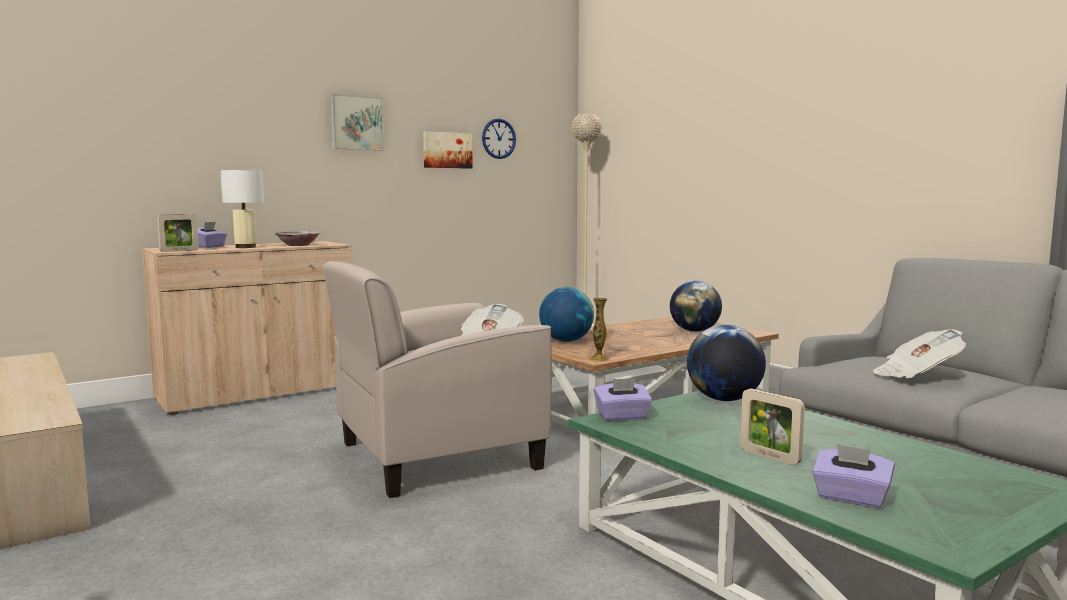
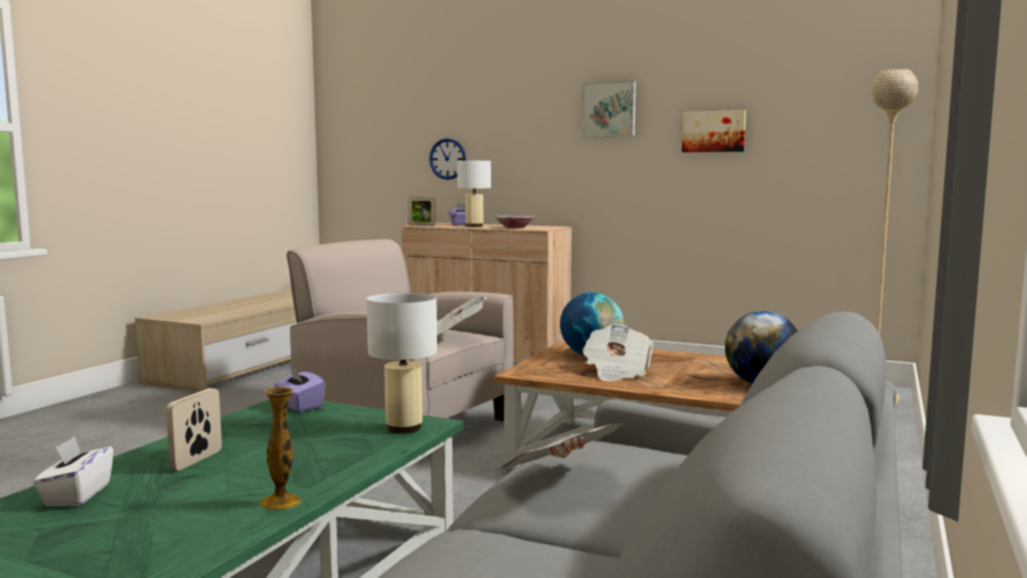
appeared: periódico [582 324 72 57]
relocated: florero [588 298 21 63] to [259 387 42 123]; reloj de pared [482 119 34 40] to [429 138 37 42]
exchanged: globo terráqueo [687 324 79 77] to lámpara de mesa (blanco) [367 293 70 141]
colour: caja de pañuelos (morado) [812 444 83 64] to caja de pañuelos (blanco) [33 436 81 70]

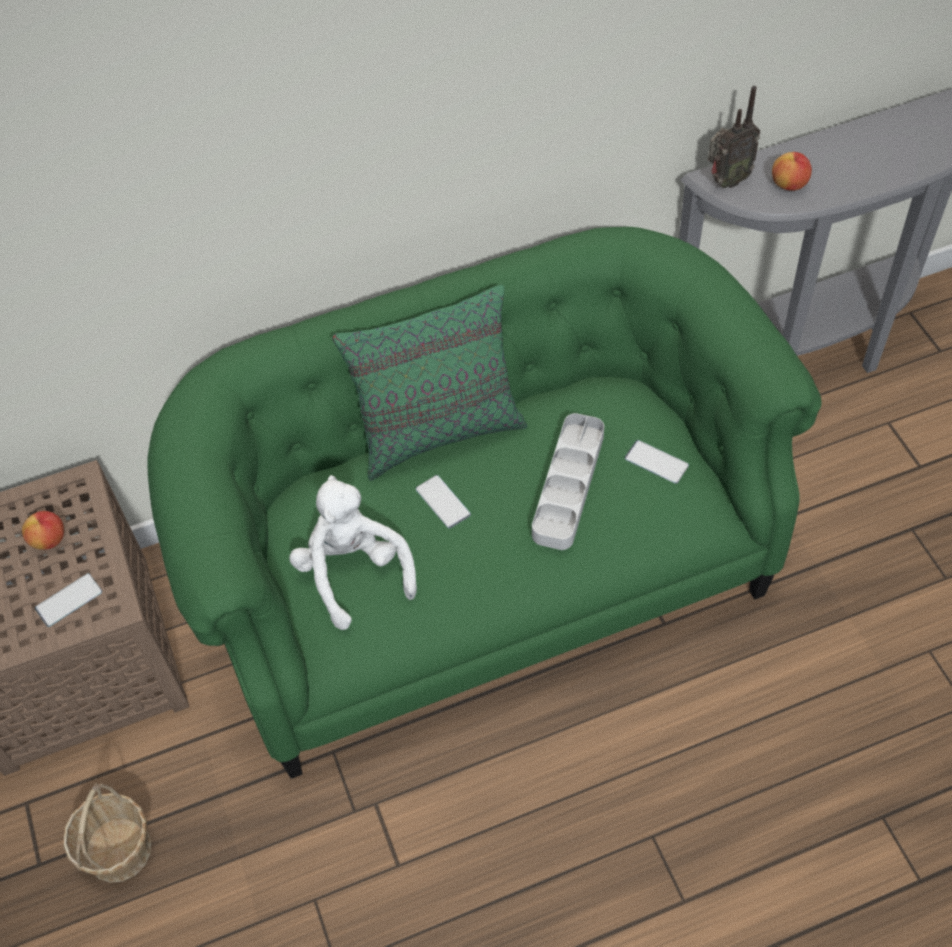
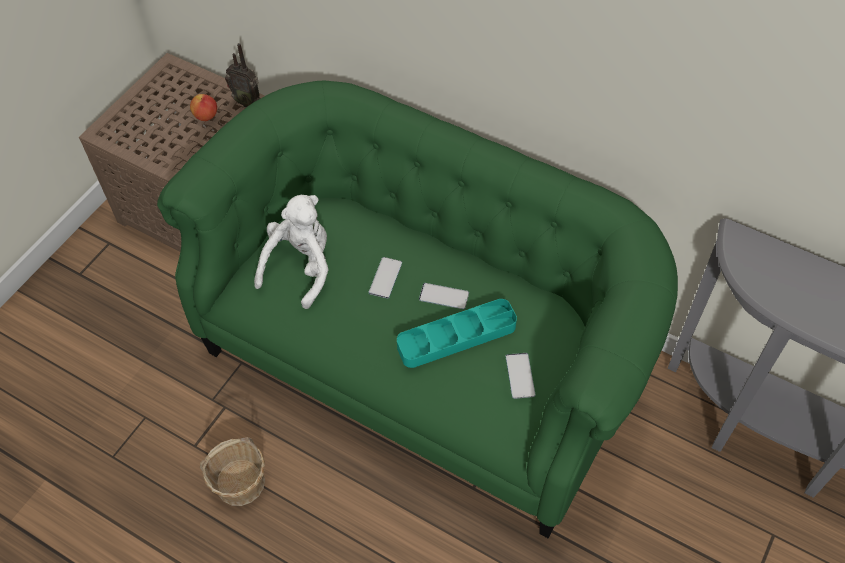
missing: cojín (verde) [332 285 195 196]; manzana [772 152 40 39]
relocated: cesta [63 783 88 100] to [200 437 65 69]; radio [708 86 52 102] to [225 43 36 64]; móvil [35 573 67 54] to [419 283 50 26]
colour: bandeja (gris) [532 413 72 137] to bandeja (turquesa) [397 299 120 69]

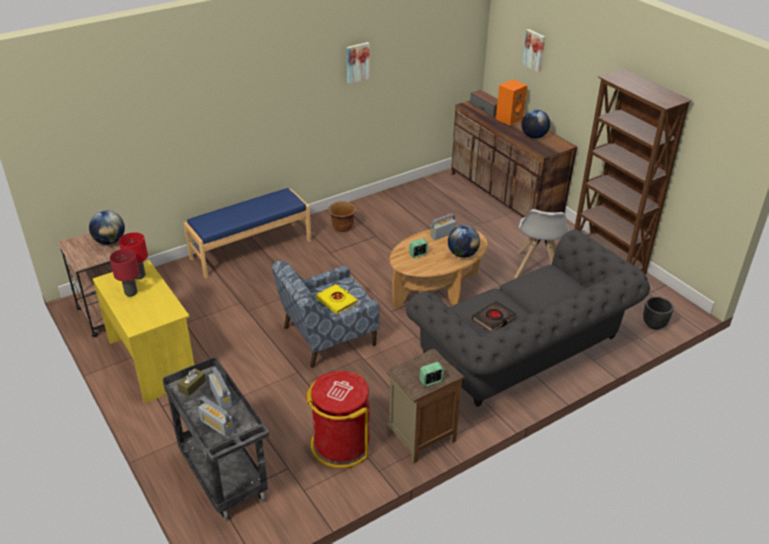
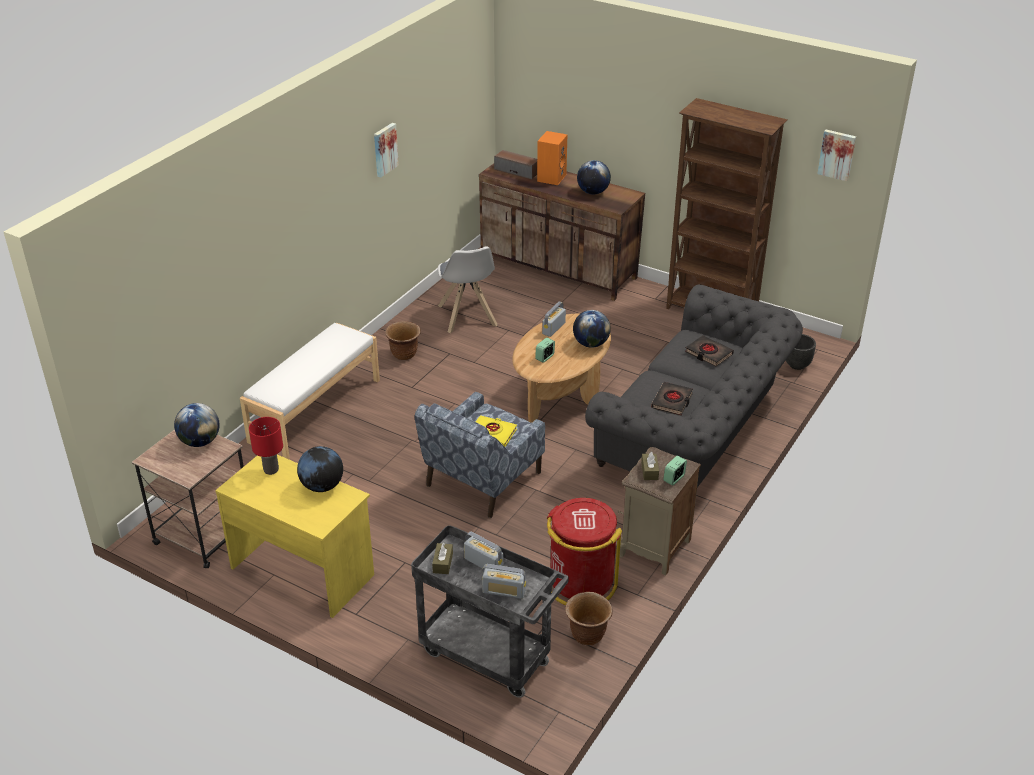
missing: lámpara de mesa (rojo) [110 249 30 48]
appeared: globo terráqueo [297 446 46 46]; maceta (marrón) [565 592 48 53]; caja de pañuelos (marrón) [641 452 18 28]; libro (negro) [685 335 49 32]
relocated: silla [515 209 54 69] to [438 246 60 87]; cuadro [522 29 23 43] to [817 130 39 51]
colour: banco (azul) [184 188 127 91] to banco (blanco) [240 323 140 136]

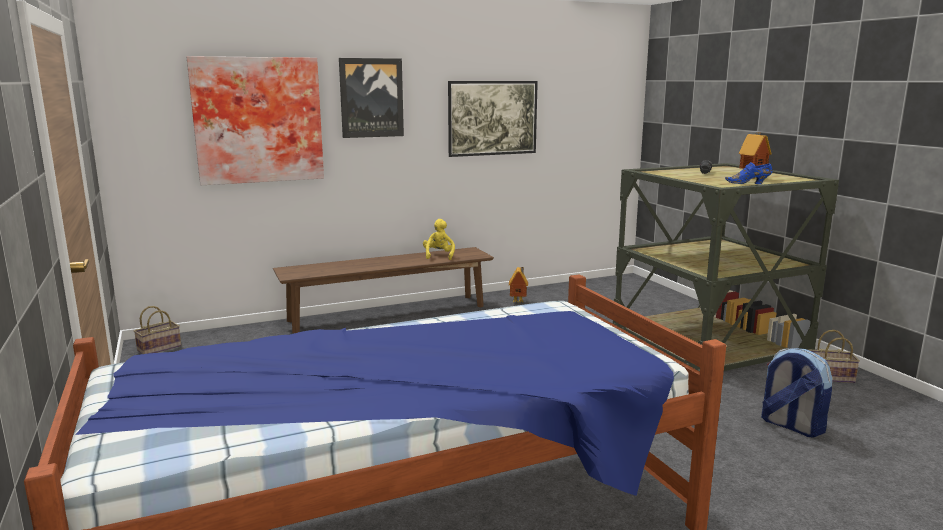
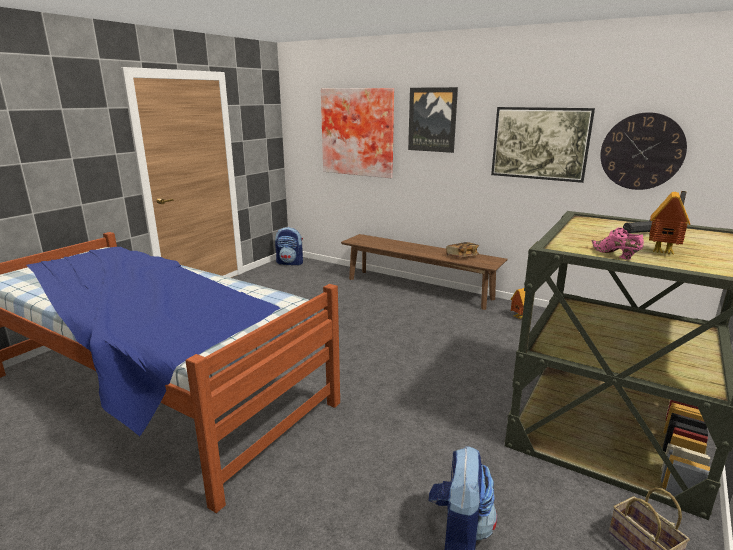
appeared: reloj de pared [600 112 87 78]
exchanged: cesta [134 306 47 48] to mochila [275 227 28 38]; peluche (amarillo) [423 219 32 41] to libro [446 242 33 15]
colour: zapato (azul) [725 162 47 22] to zapato (rosa) [591 227 53 33]

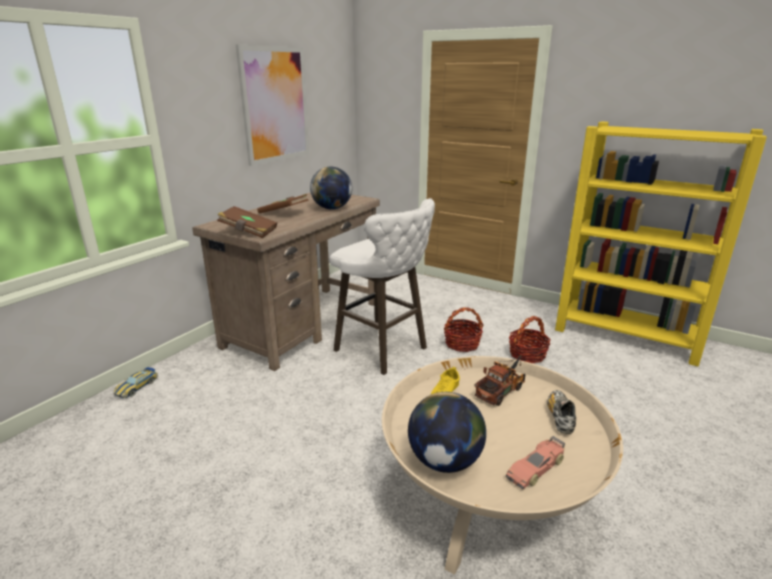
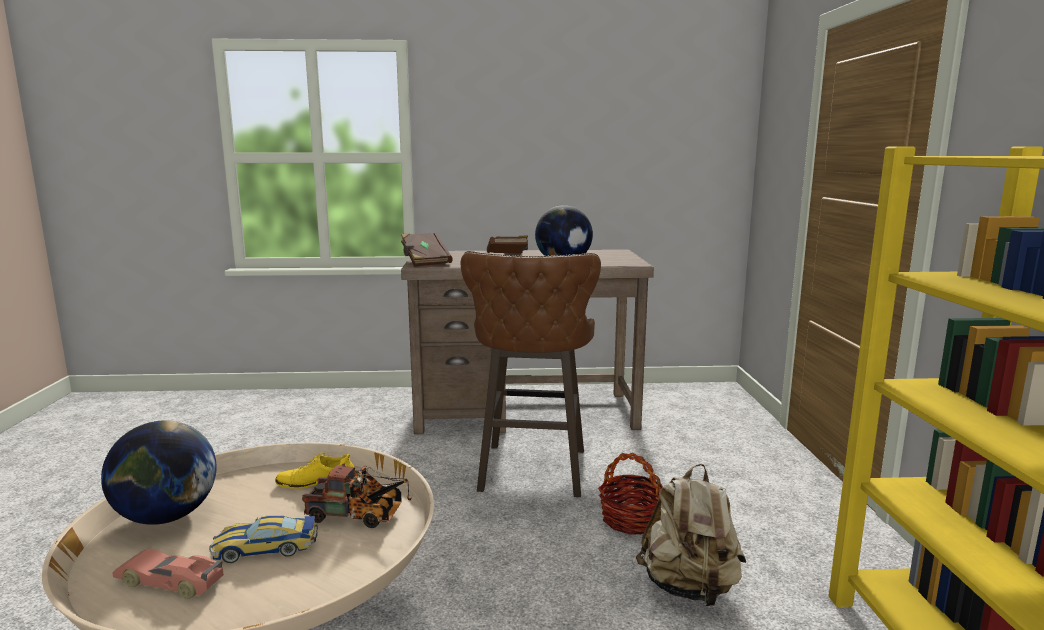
missing: cuadro [236 44 73 122]; zapato [547 390 29 44]
relocated: coche de juguete [113 367 45 31] to [209 515 109 48]
exchanged: cesta [509 316 42 47] to mochila (beis) [636 464 110 142]
colour: taburete (blanco) [329 198 106 177] to taburete (marrón) [460 251 141 246]

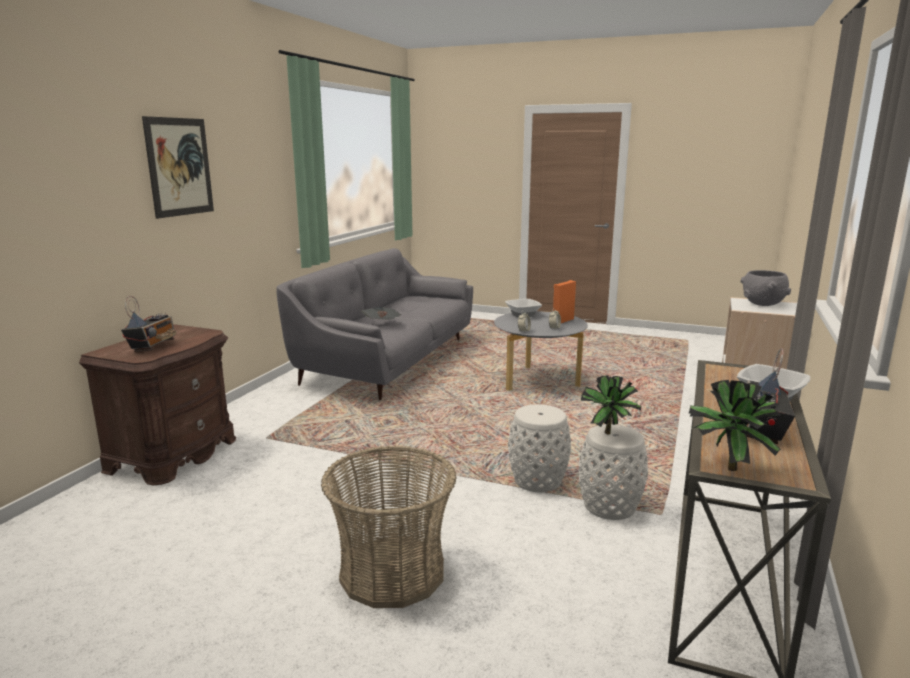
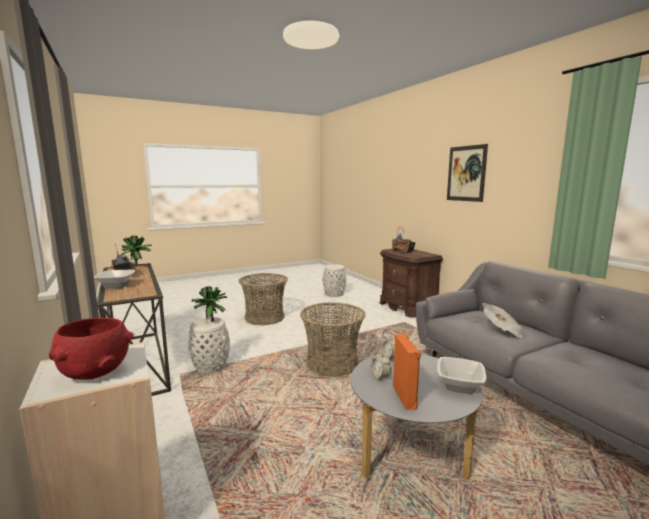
appeared: cesta [300 302 65 75]
relocated: taburete (blanco) [508 404 63 88] to [322 264 25 33]
colour: cuenco (gris) [740 270 51 36] to cuenco (rojo) [49 318 84 62]

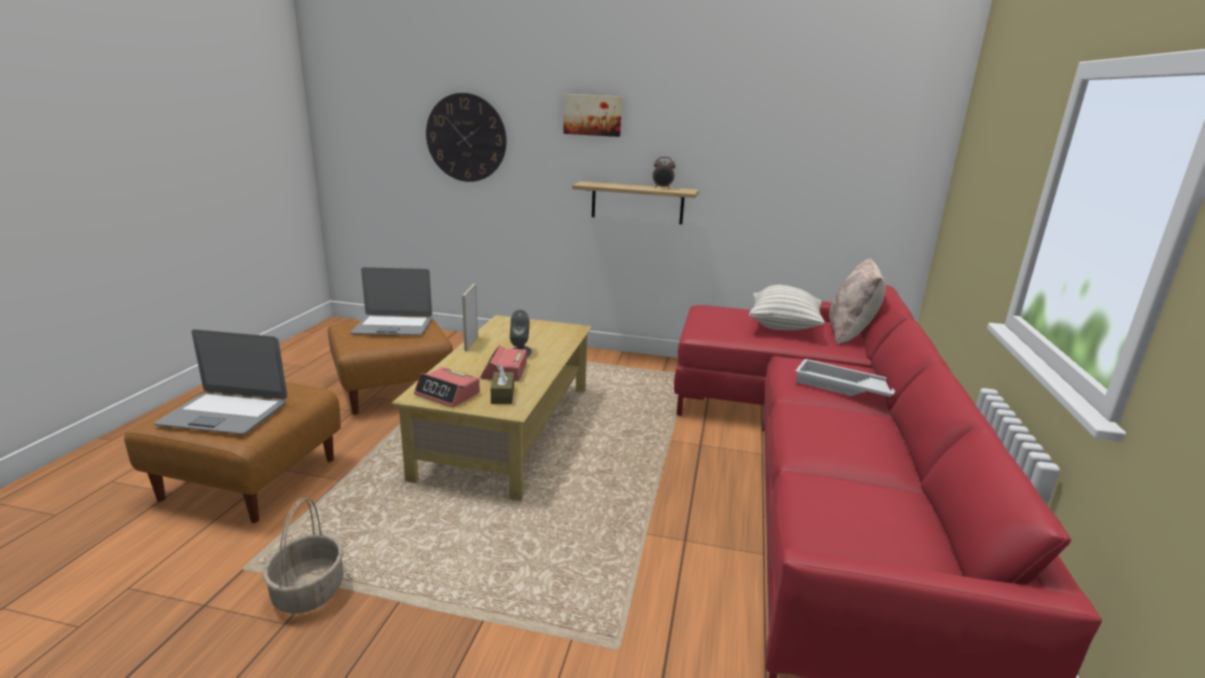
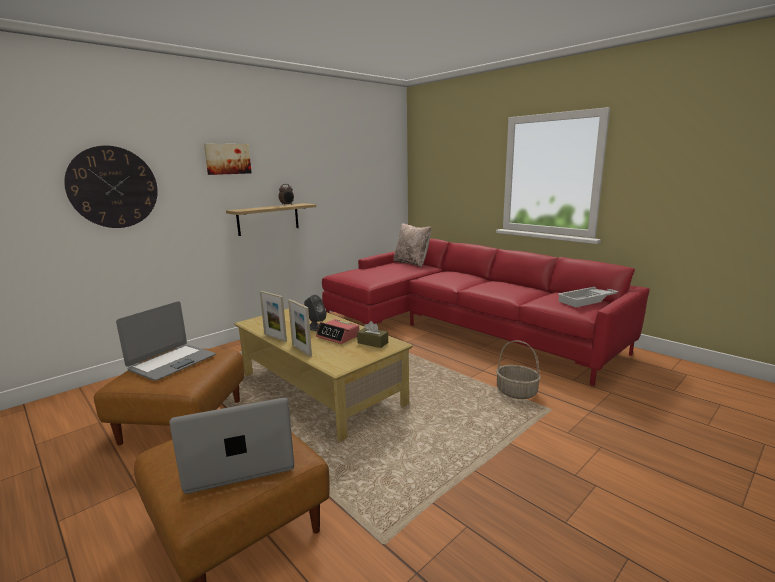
missing: despertador [414 367 66 40]; cojín [749 285 76 45]
appeared: portarretratos [288 299 24 58]
relocated: cesta [263 498 80 116] to [496 340 45 59]; bandeja (blanco) [795 359 100 38] to [558 287 61 20]
spun: portátil [154 329 133 105] = [169 398 125 96] 150 degrees counterclockwise

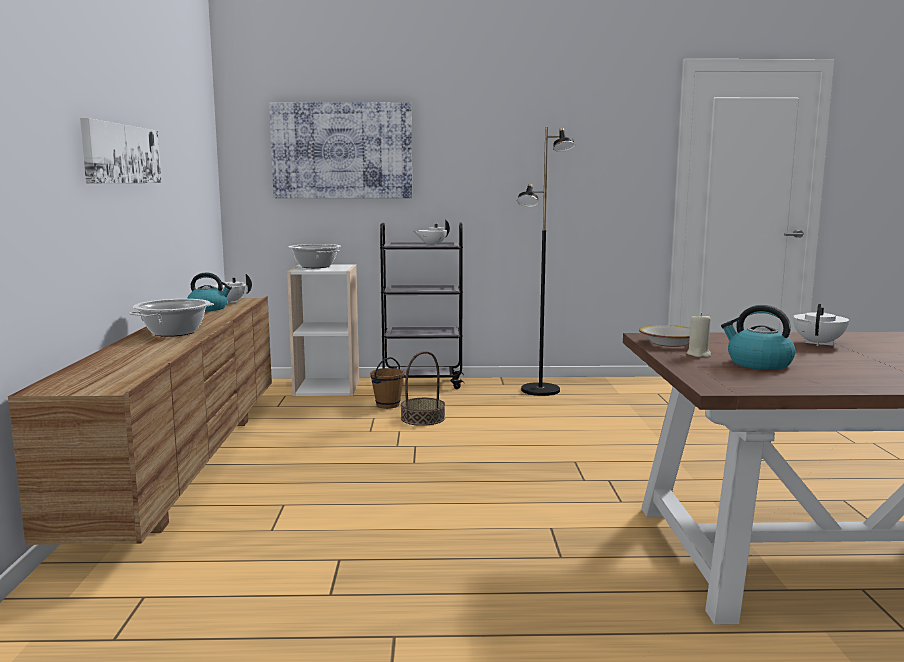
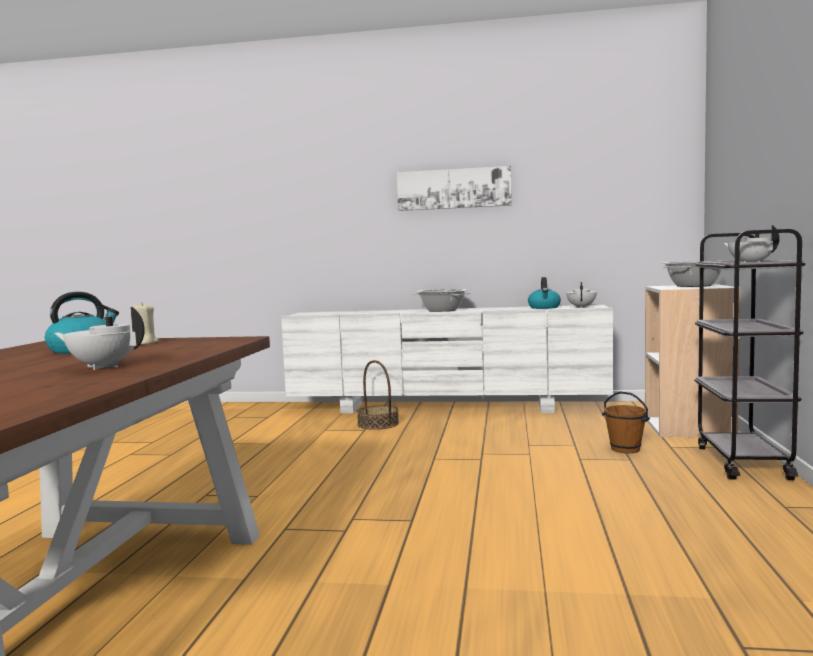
missing: cuadro [269 102 143 96]; lámpara de pie (negro) [517 127 58 269]; cuenco [639 325 51 22]
relocated: cesta [401 351 44 75] to [357 360 42 70]
colour: armario (marrón) [8 296 264 249] to armario (blanco) [281 305 332 108]
spun: tetera (blanco) [793 304 56 42] = [54 307 91 63] 150 degrees clockwise

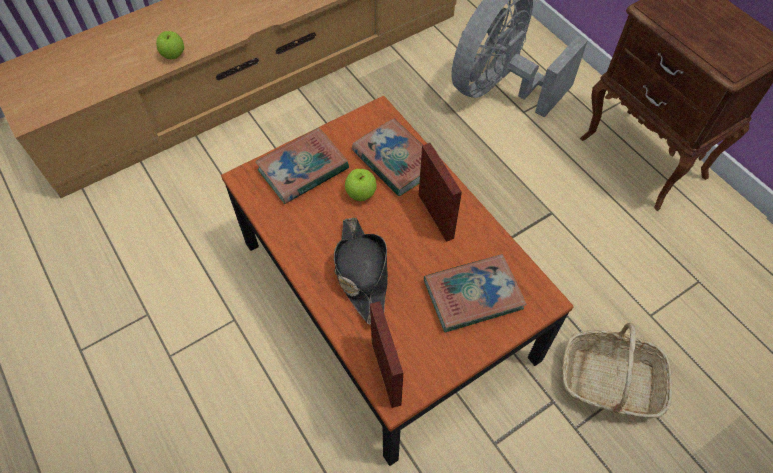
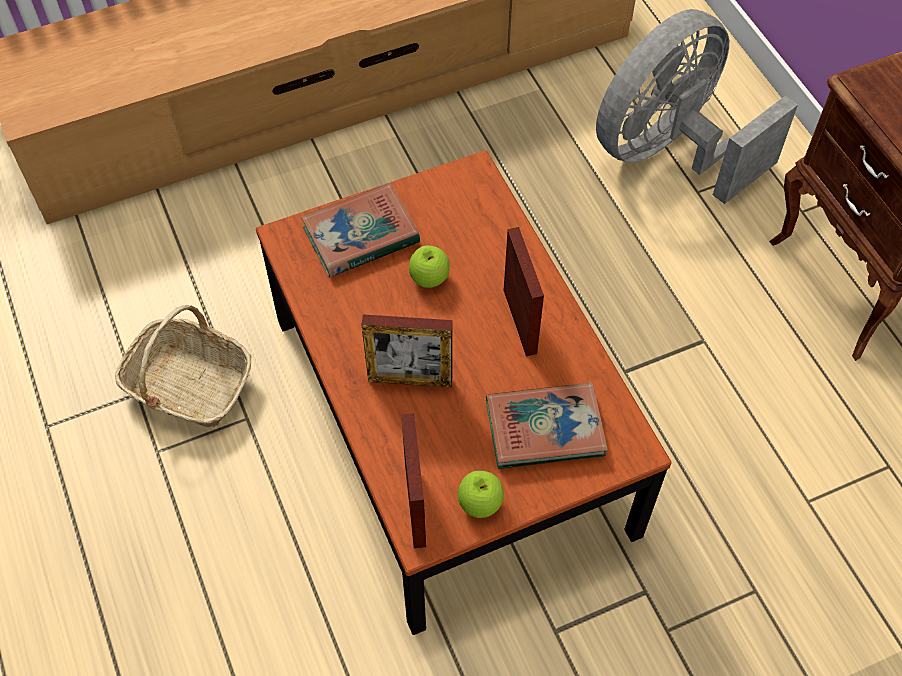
missing: libro [352 119 70 77]
relocated: cesta [562 323 110 95] to [115 305 137 122]; manzana [156 31 28 28] to [457 471 47 47]
exchanged: sombrero (negro) [334 218 54 107] to portarretratos [362 314 90 73]

